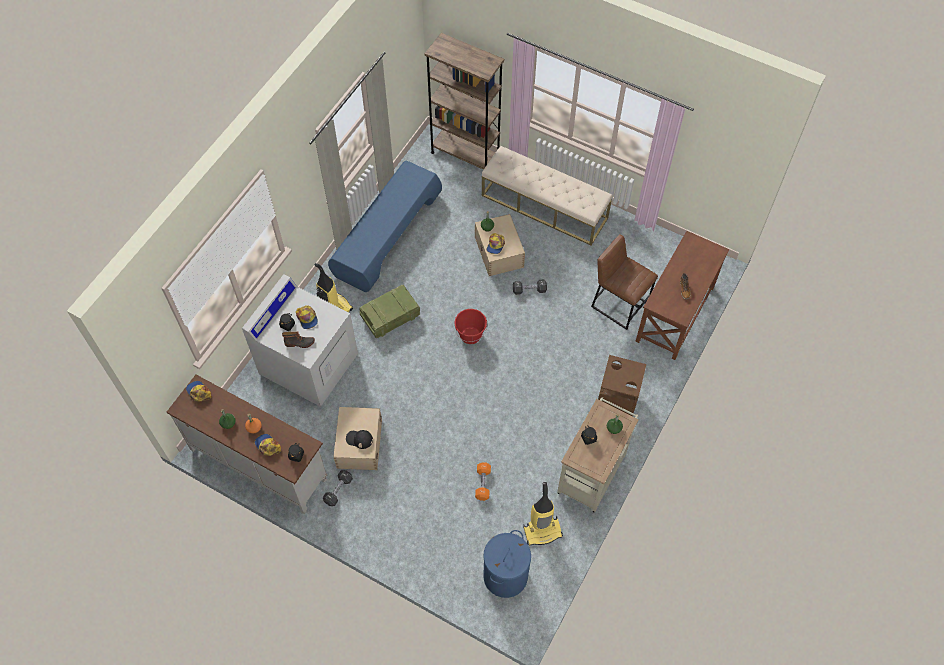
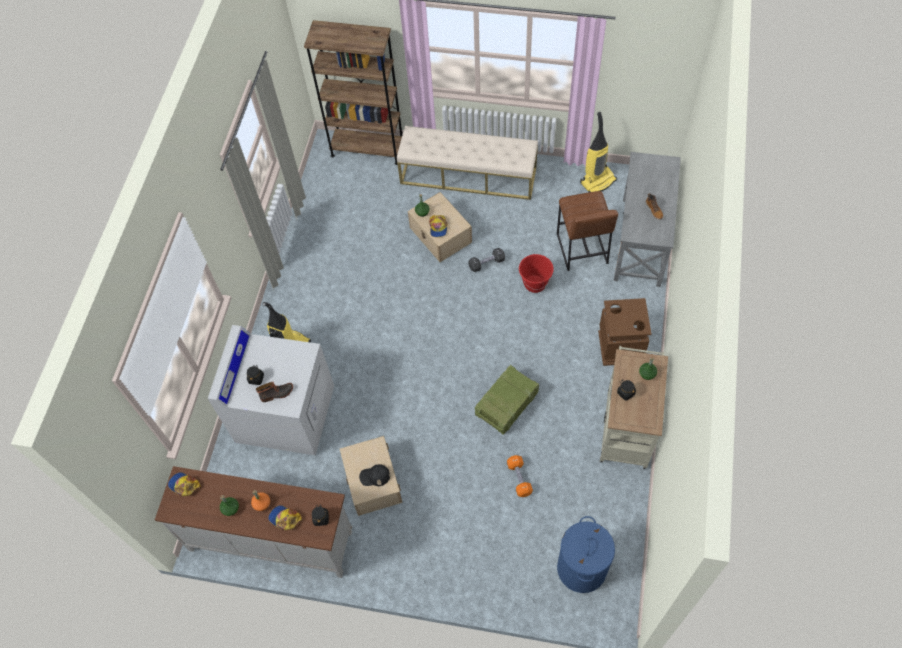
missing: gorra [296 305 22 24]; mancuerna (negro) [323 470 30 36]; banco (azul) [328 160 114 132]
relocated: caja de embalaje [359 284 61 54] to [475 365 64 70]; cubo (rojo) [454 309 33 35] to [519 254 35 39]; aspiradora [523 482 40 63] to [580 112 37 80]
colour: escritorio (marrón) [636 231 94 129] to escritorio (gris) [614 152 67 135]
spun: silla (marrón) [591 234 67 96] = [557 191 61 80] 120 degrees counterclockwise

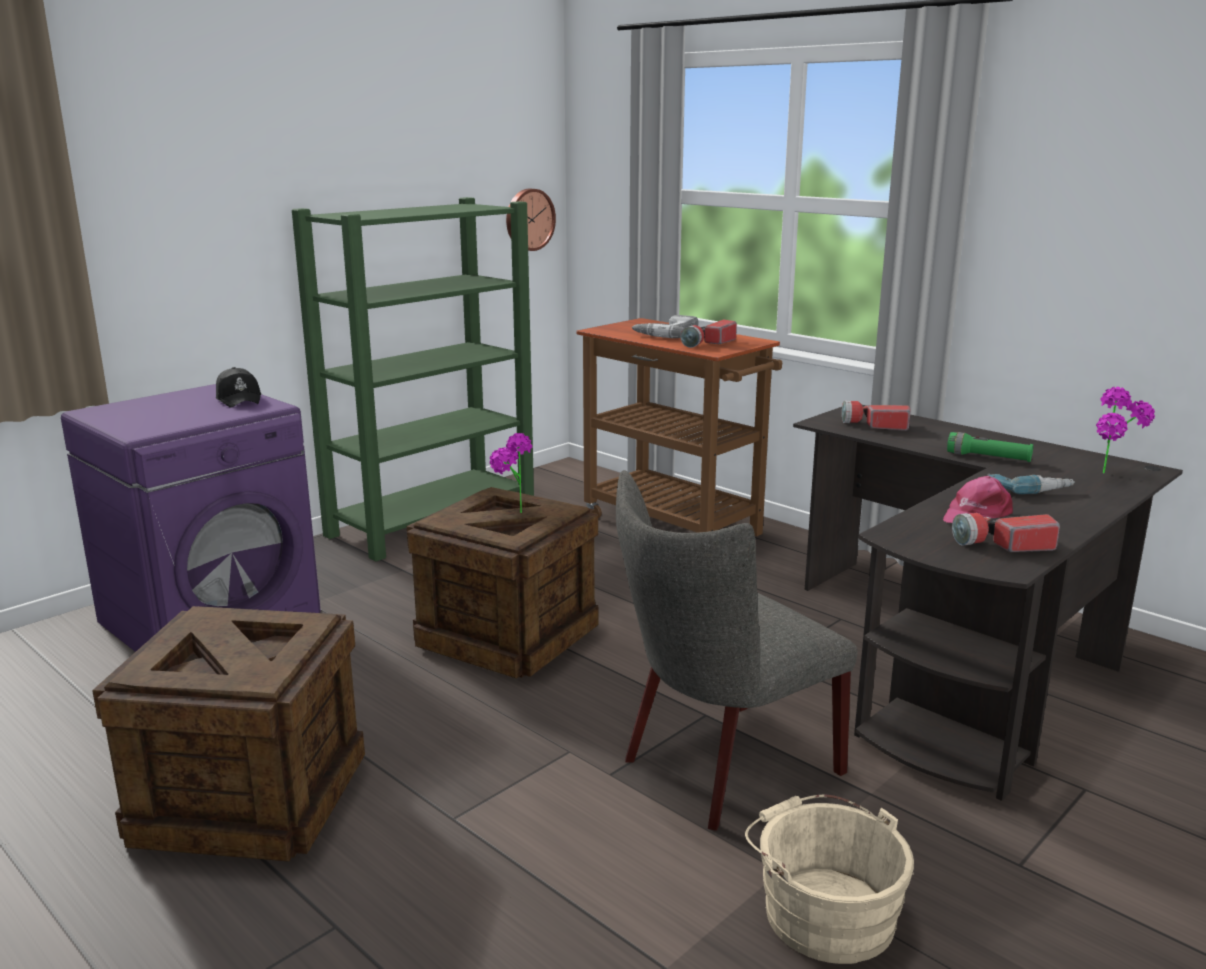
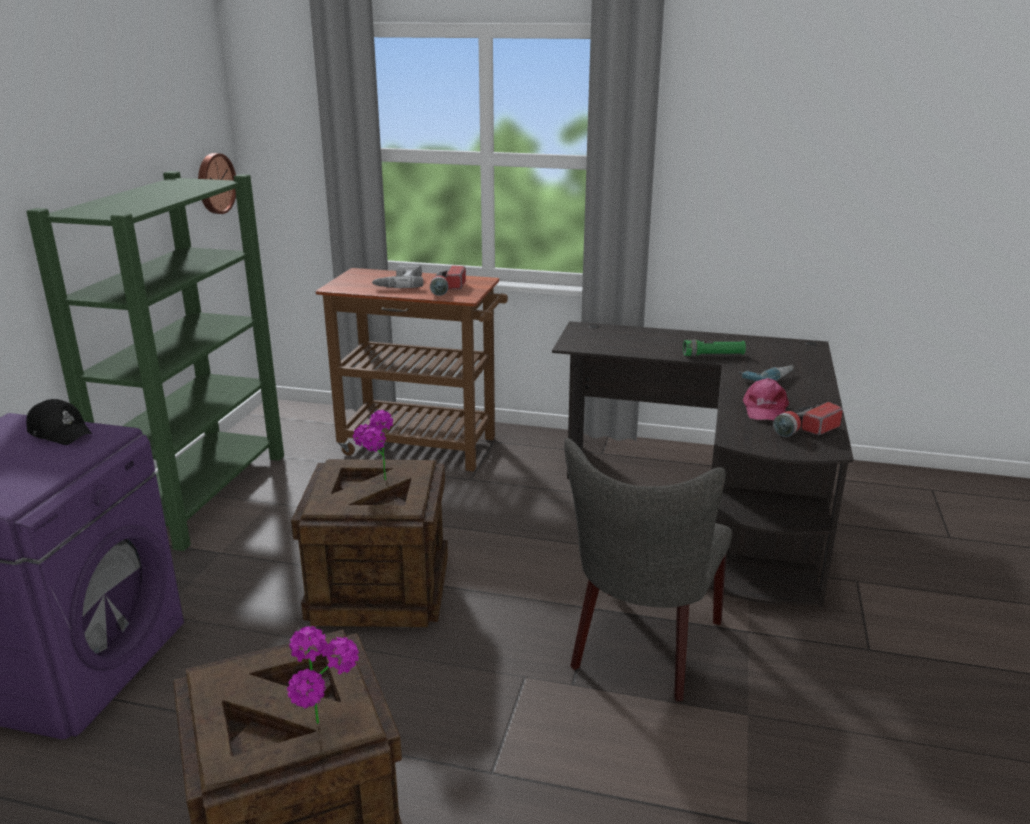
missing: cubo (beis) [745 795 169 169]; linterna [842 400 68 31]
relocated: planta en maceta [1096 387 59 86] to [287 626 72 98]

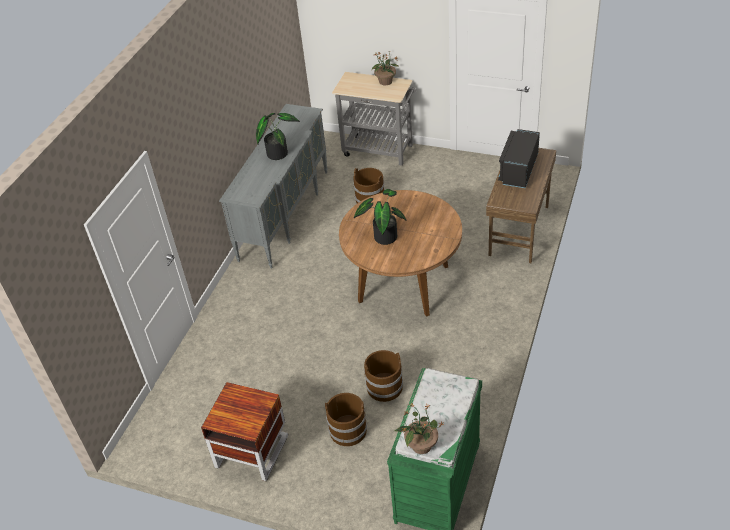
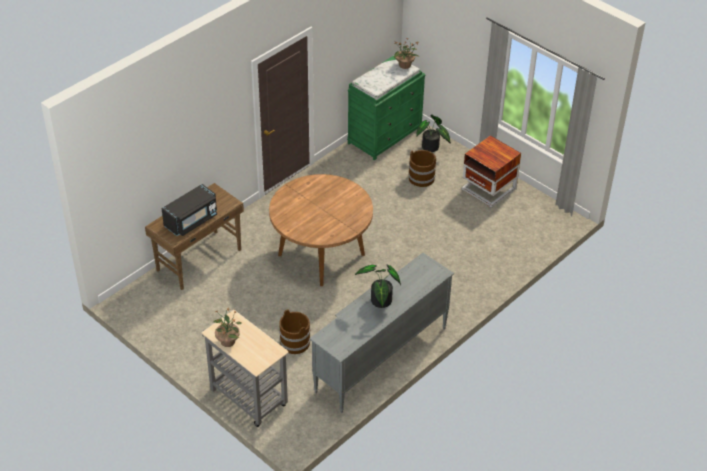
missing: cubo (marrón) [364 350 39 52]
relocated: planta en maceta [354 189 52 56] to [416 114 35 38]

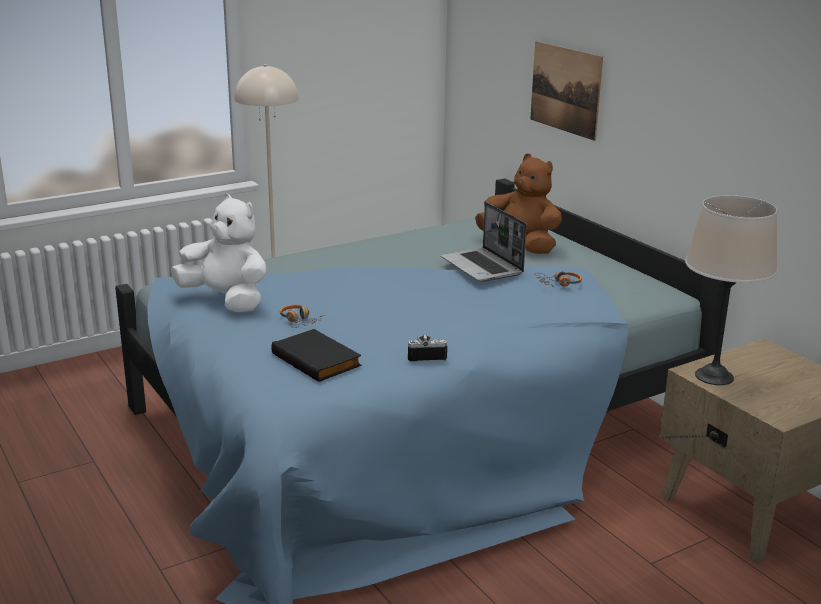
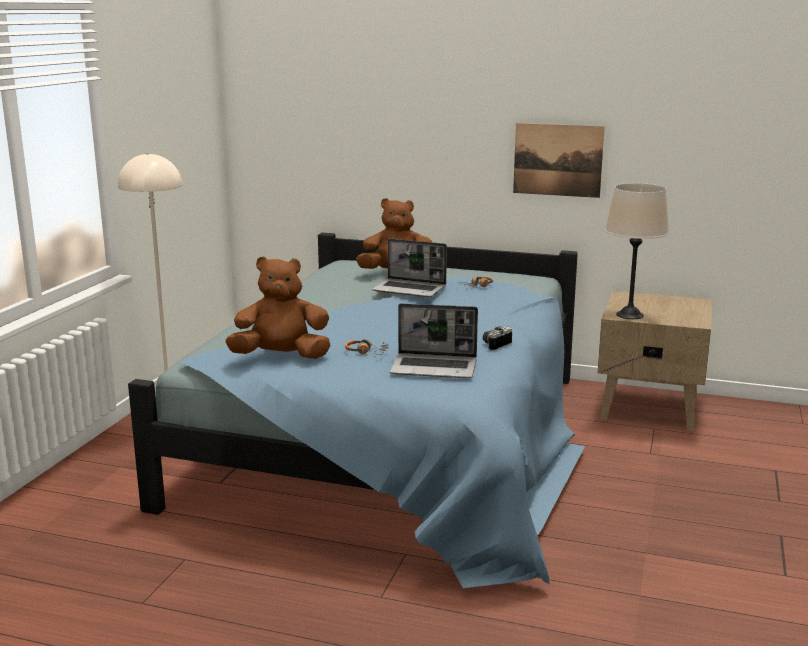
relocated: cuadro [530 41 73 100] to [513 123 92 75]
exchanged: libro (negro) [271 329 90 53] to portátil [390 303 88 75]
colour: peluche (blanco) [171 194 96 118] to peluche (marrón) [225 256 106 103]

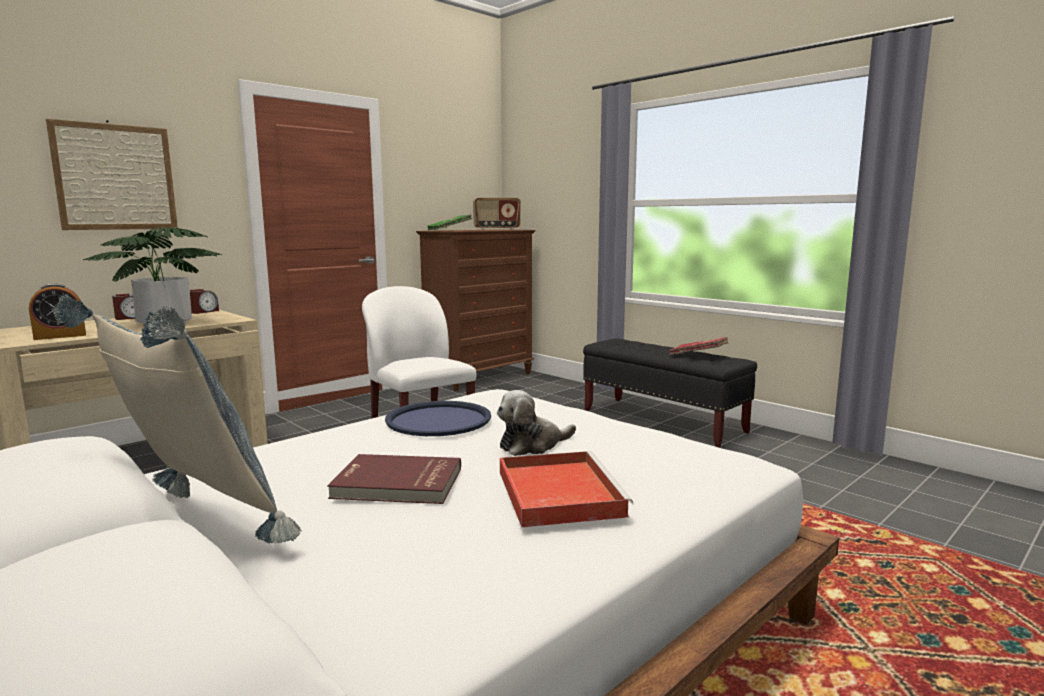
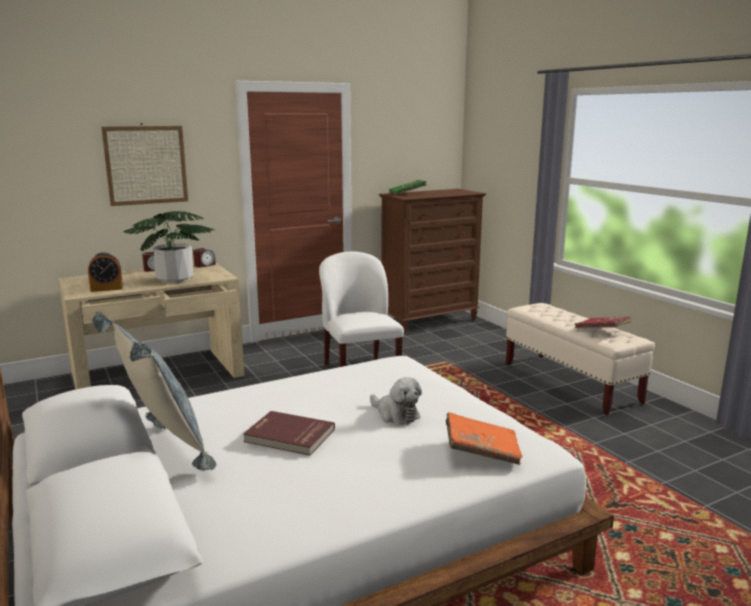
missing: bandeja (azul) [385 401 106 35]; radio [473 198 48 32]; bandeja (rojo) [500 451 133 76]
appeared: libro (naranja) [446 412 76 53]
colour: banco (negro) [583 339 174 109] to banco (beis) [506 303 149 112]
spun: peluche [497 390 79 66] = [370 377 52 48] 120 degrees counterclockwise

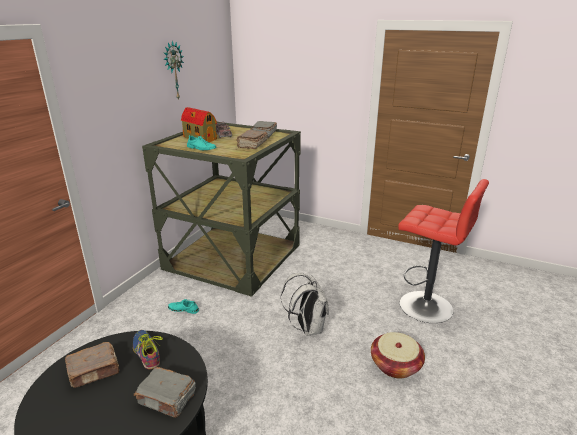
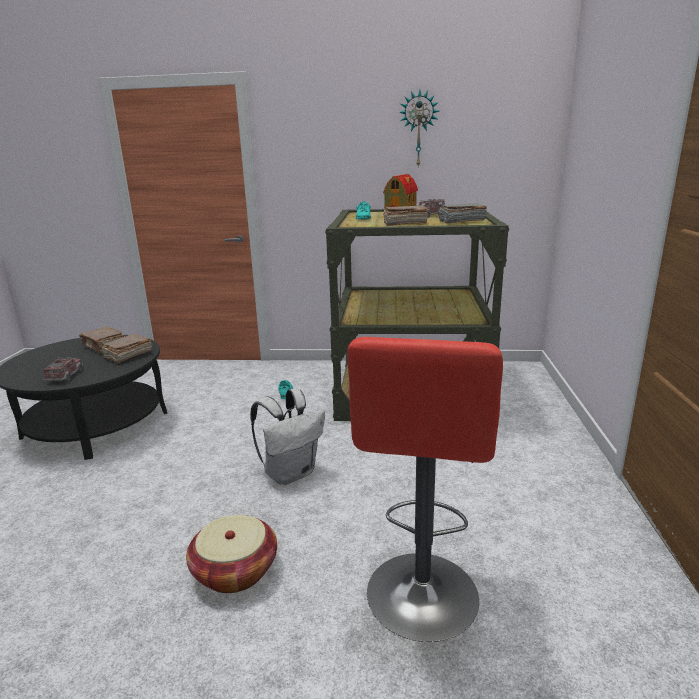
exchanged: libro (gris) [134 367 62 51] to camión de juguete [43 357 41 25]; zapato [133 330 30 40] to libro (marrón) [101 334 51 29]

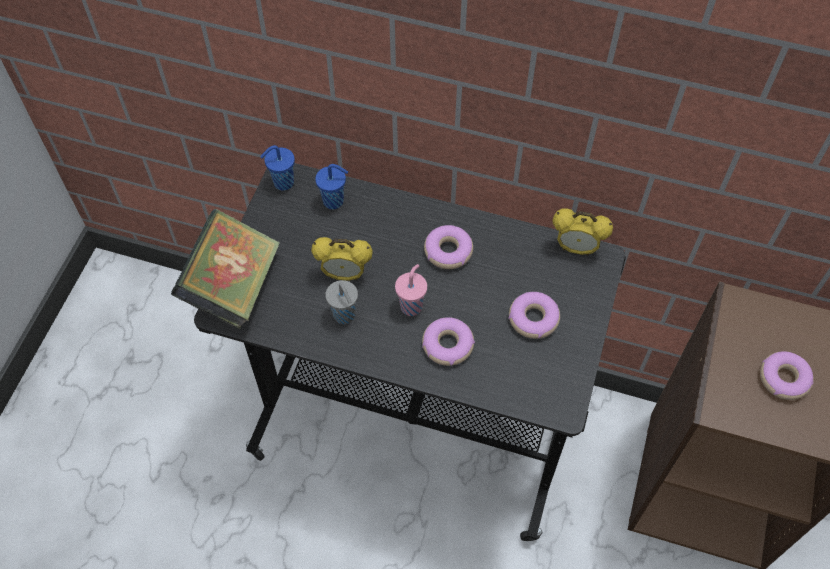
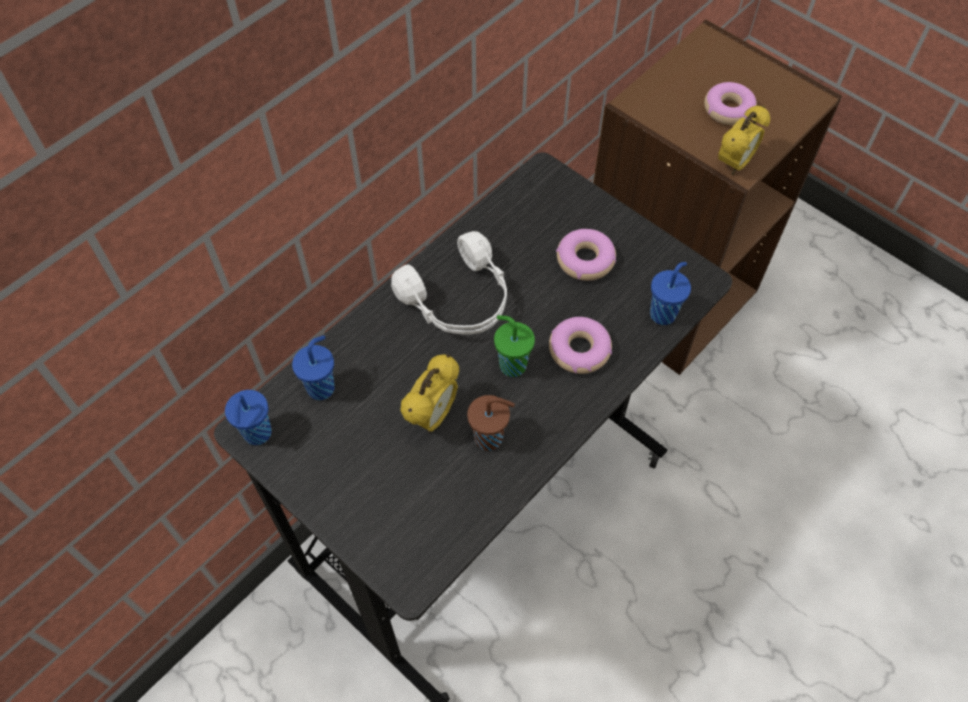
missing: libro [171 209 109 121]
appeared: taza (azul) [650 262 41 63]
relocated: despertador [553 208 60 47] to [718 105 52 70]
exchanged: rosquilla [424 225 49 44] to auriculares (blanco) [391 231 116 104]
colour: taza (gris) [325 280 33 44] to taza (marrón) [467 395 48 56]; taza (rosa) [395 264 32 52] to taza (verde) [494 315 41 62]

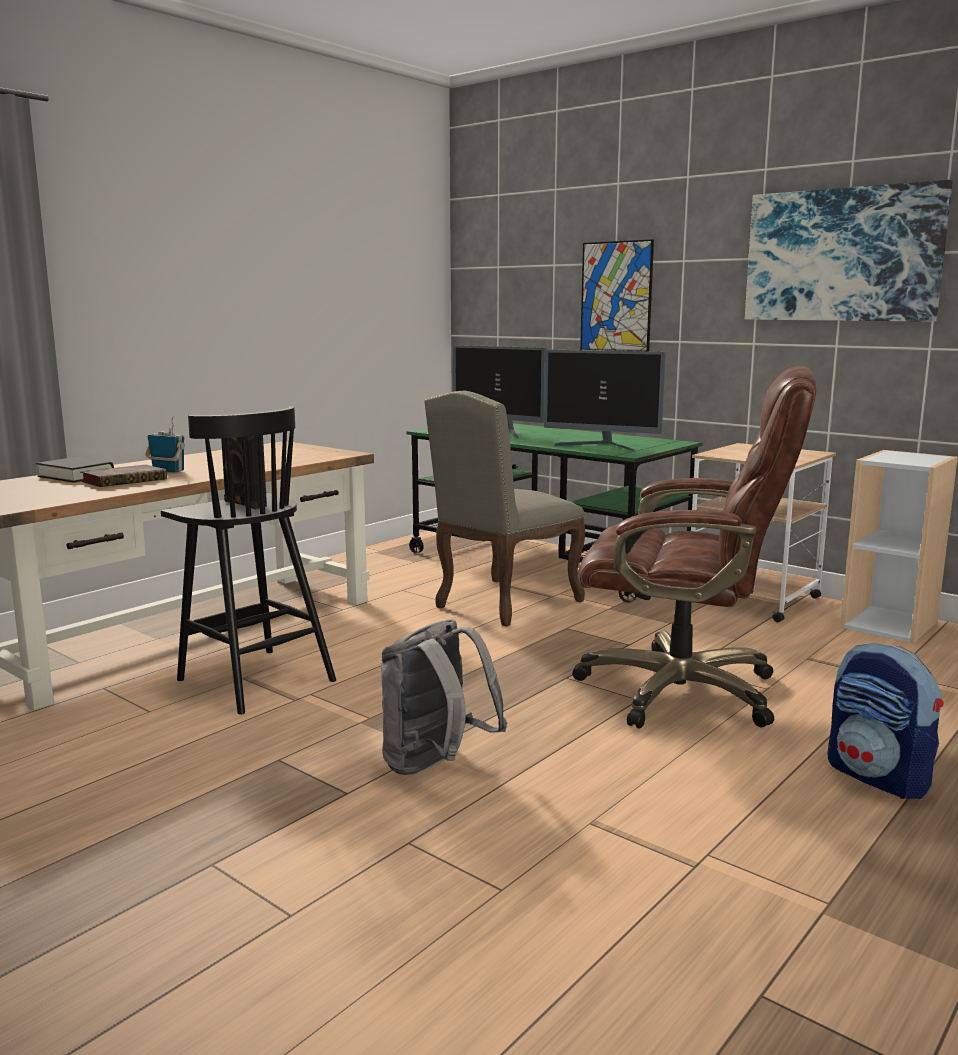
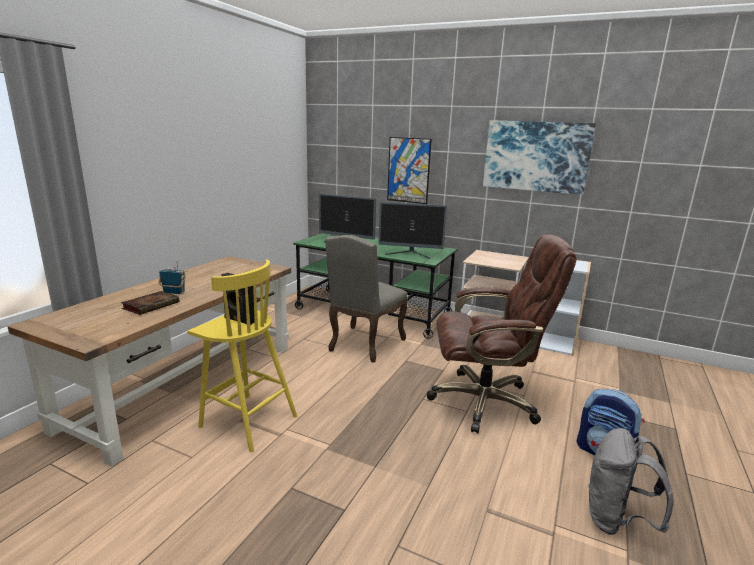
missing: libro (negro) [36 457 78 26]
relocated: mochila (gris) [381 619 126 156] to [588 428 85 107]
colour: taburete (negro) [161 406 175 309] to taburete (amarillo) [187 259 110 193]

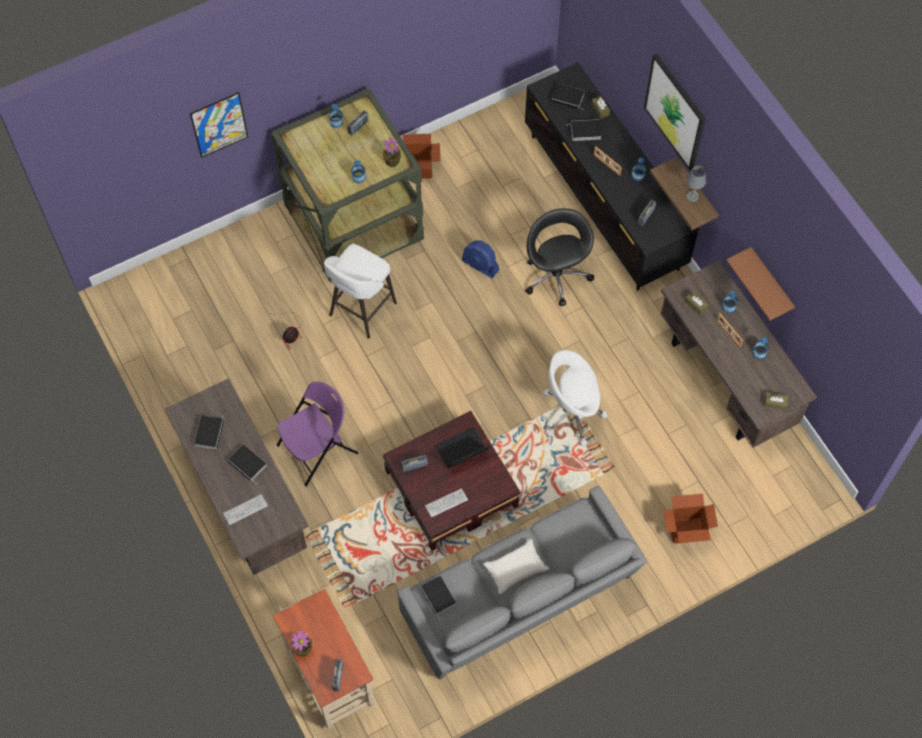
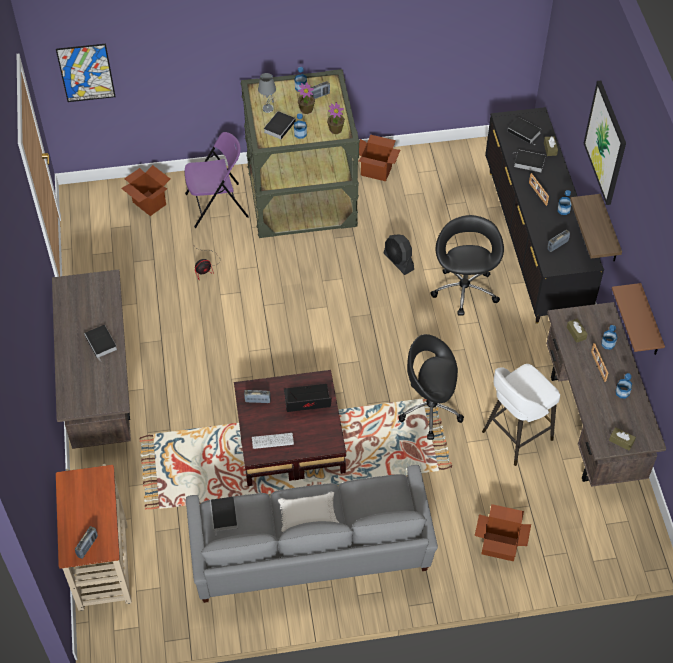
missing: teclado [223 494 45 31]
appeared: caja de cartón [121 165 49 51]
relocated: cuadro [190 92 58 66] to [56 44 60 58]; silla (morado) [277 382 81 105] to [185 132 64 96]; lámpara de mesa (gris) [686 166 20 36] to [258 73 18 40]; libro [194 415 30 34] to [264 111 33 28]; planta en maceta [291 630 21 27] to [298 82 17 32]; taburete (blanco) [324 244 73 95] to [482 364 78 102]
colour: ventilador (azul) [462 241 37 37] to ventilador (negro) [383 235 31 40]; silla de oficina (blanco) [544 350 63 96] to silla de oficina (negro) [398 334 66 106]

